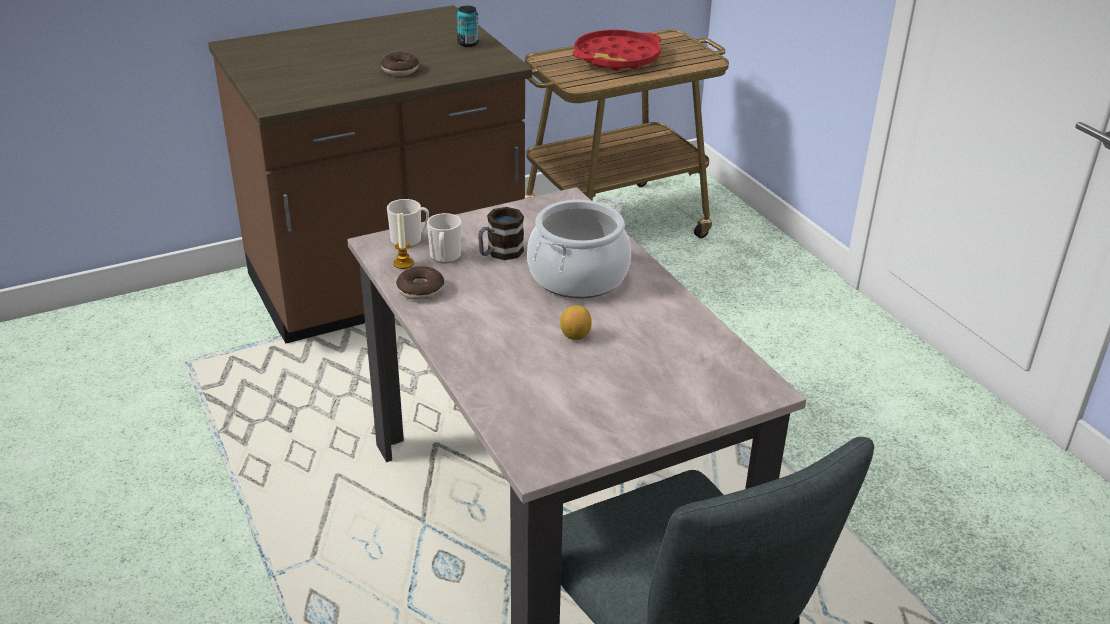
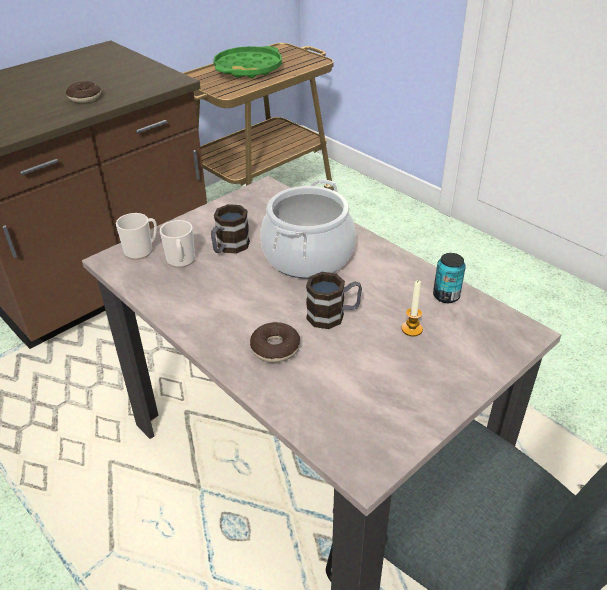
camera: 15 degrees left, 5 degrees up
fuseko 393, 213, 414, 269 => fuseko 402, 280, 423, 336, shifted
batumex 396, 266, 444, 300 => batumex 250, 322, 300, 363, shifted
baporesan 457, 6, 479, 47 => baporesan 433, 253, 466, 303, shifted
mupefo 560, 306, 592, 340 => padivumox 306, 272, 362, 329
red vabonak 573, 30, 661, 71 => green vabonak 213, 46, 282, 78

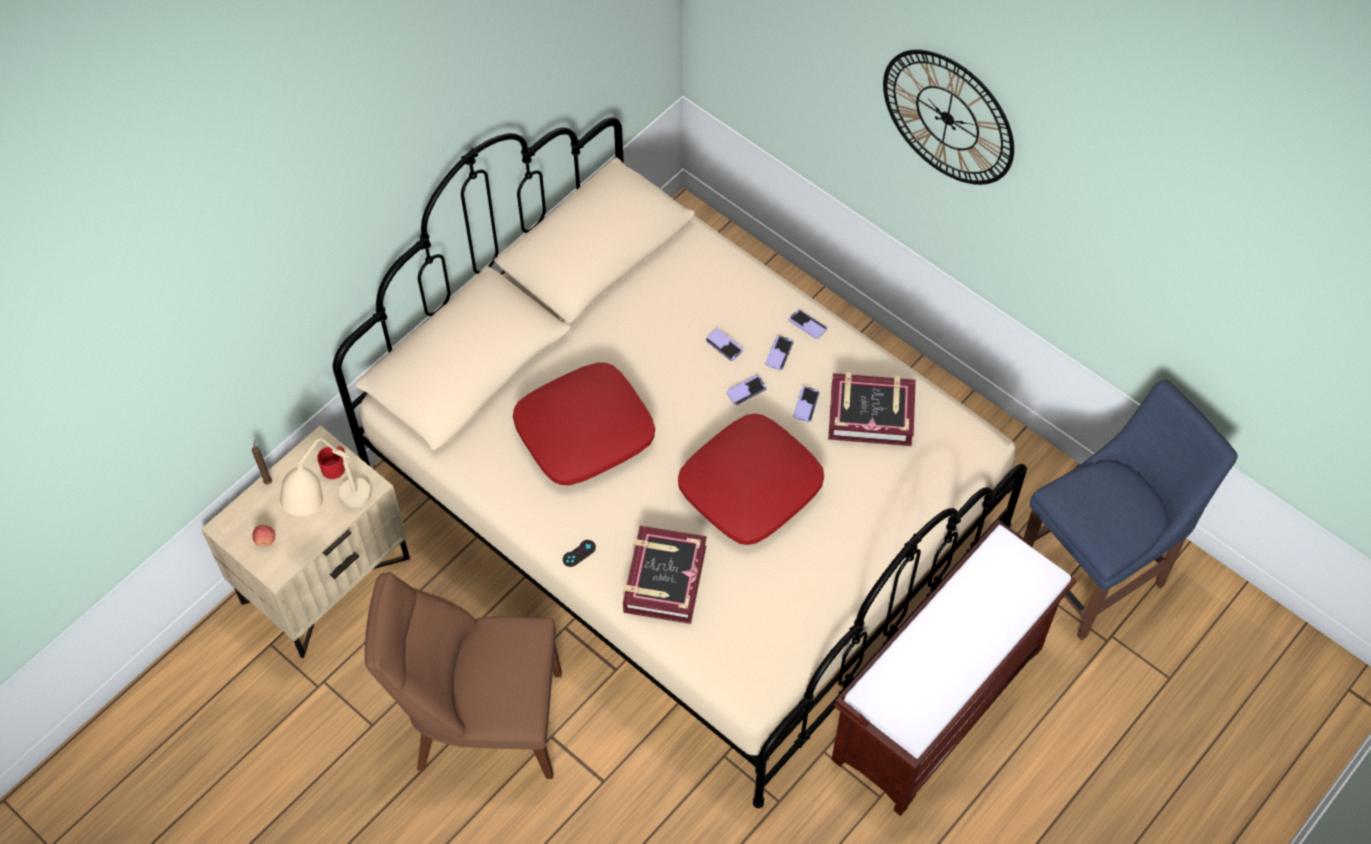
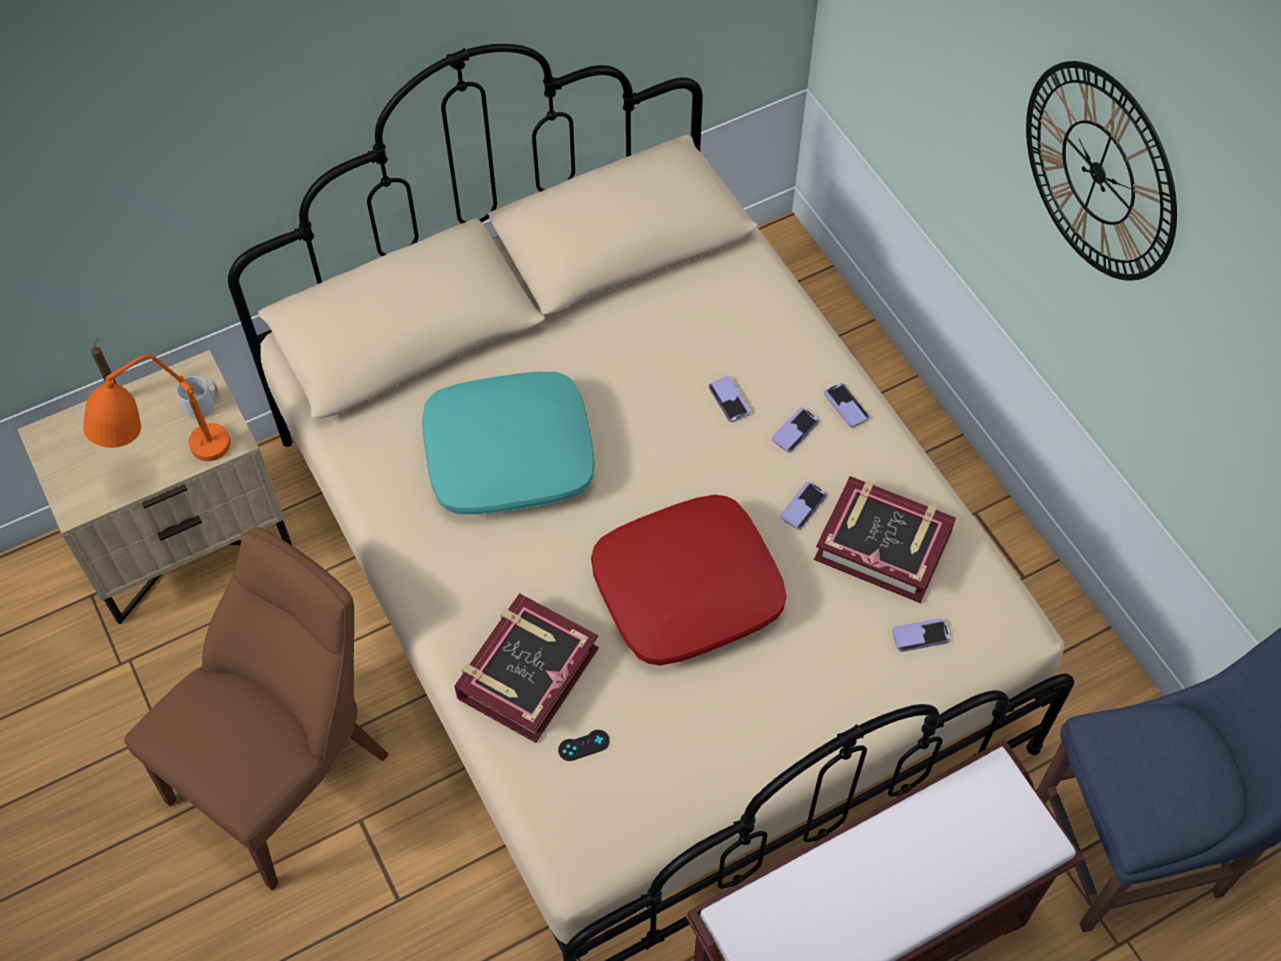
camera: 20 degrees right, 0 degrees up
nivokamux 252, 525, 275, 547 => nothing
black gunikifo 563, 540, 596, 567 => black gunikifo 558, 730, 610, 761, shifted
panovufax 727, 375, 767, 405 => panovufax 892, 618, 950, 652, shifted
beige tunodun 280, 437, 371, 516 => orange tunodun 83, 354, 231, 461
red padivumox 317, 446, 345, 479 => grey padivumox 177, 376, 218, 419
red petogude 513, 363, 655, 485 => turquoise petogude 422, 372, 595, 514
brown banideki 365, 572, 562, 779 => brown banideki 124, 527, 389, 890, 105 degrees clockwise

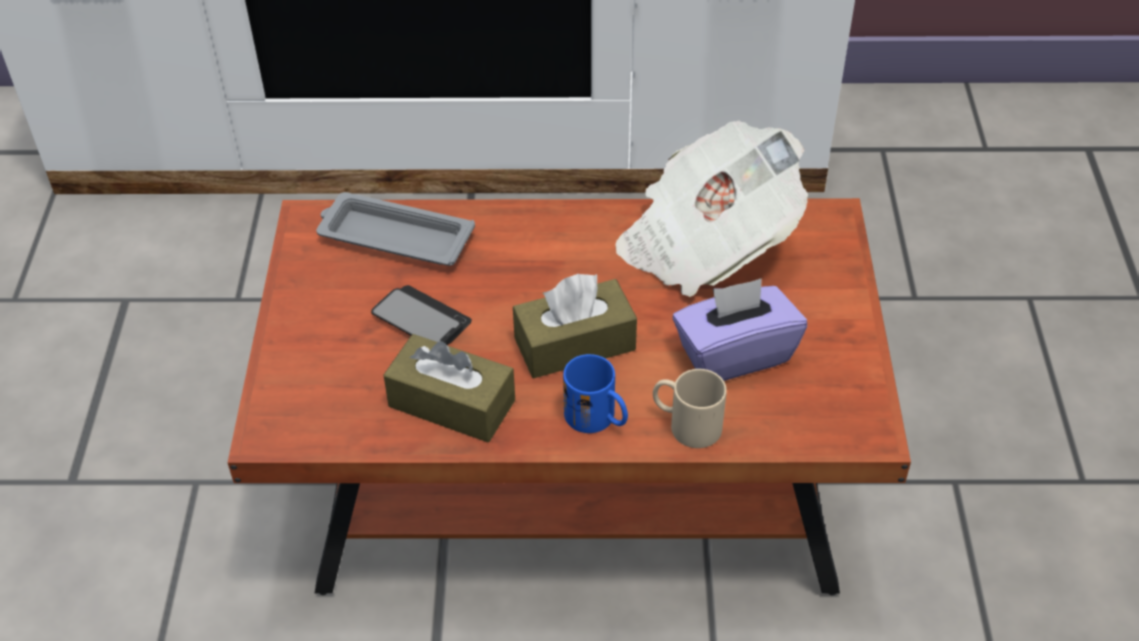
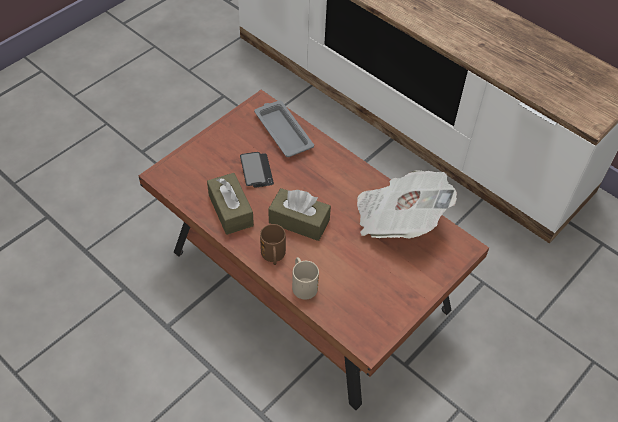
camera: 40 degrees right, 5 degrees up
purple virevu 672, 278, 807, 381 => nothing
blue padivumox 563, 354, 628, 433 => brown padivumox 260, 224, 286, 265

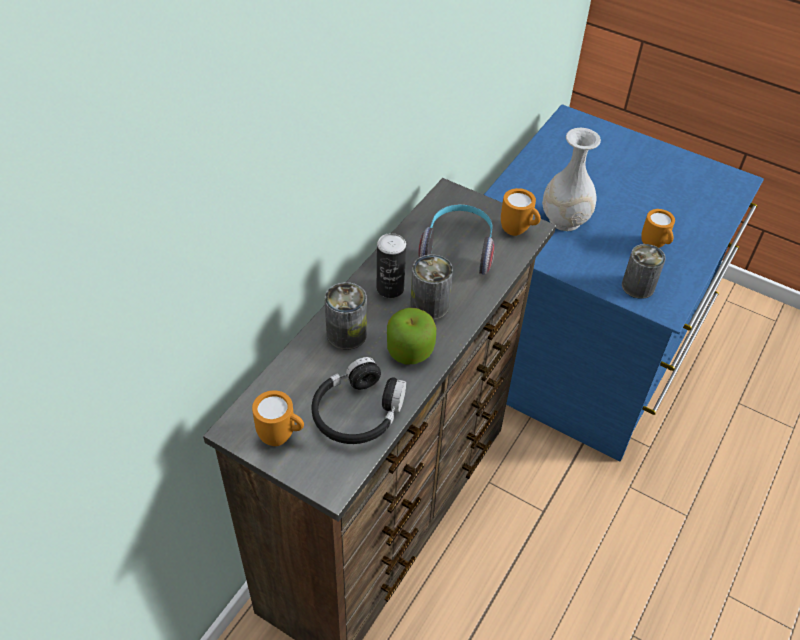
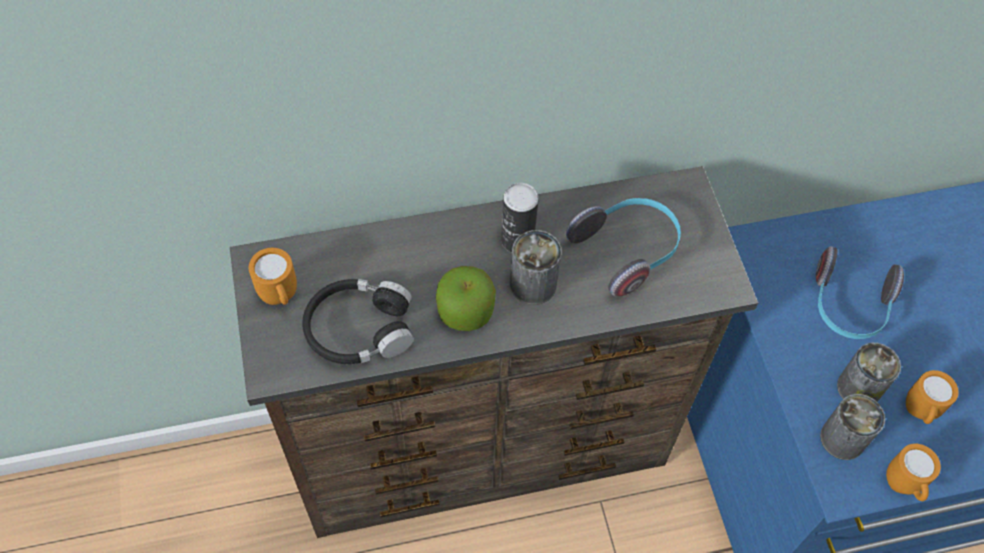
camera: 45 degrees right, 10 degrees up
baporesan 325, 282, 367, 350 => baporesan 837, 343, 901, 402, shifted
orange padivumox 501, 188, 541, 236 => orange padivumox 886, 444, 941, 501, shifted
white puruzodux 542, 128, 601, 231 => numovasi 816, 246, 904, 339

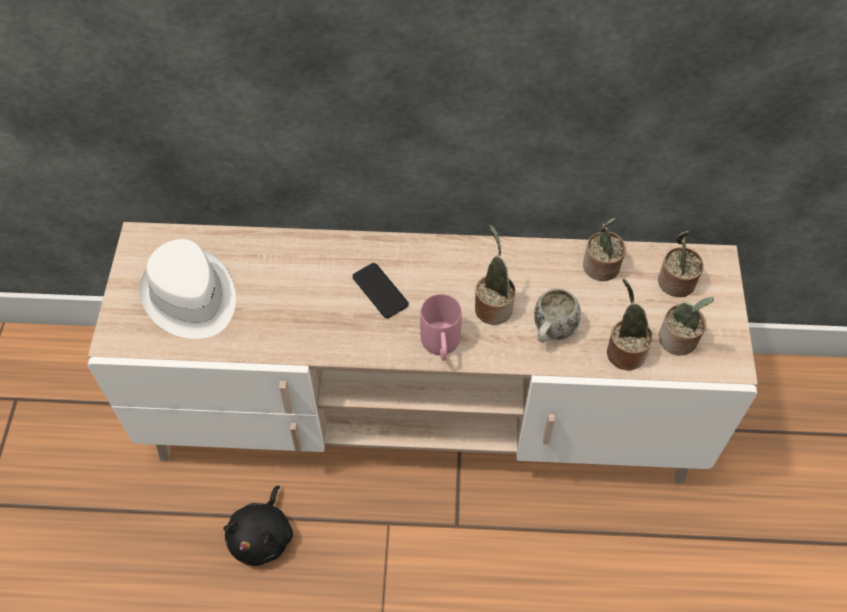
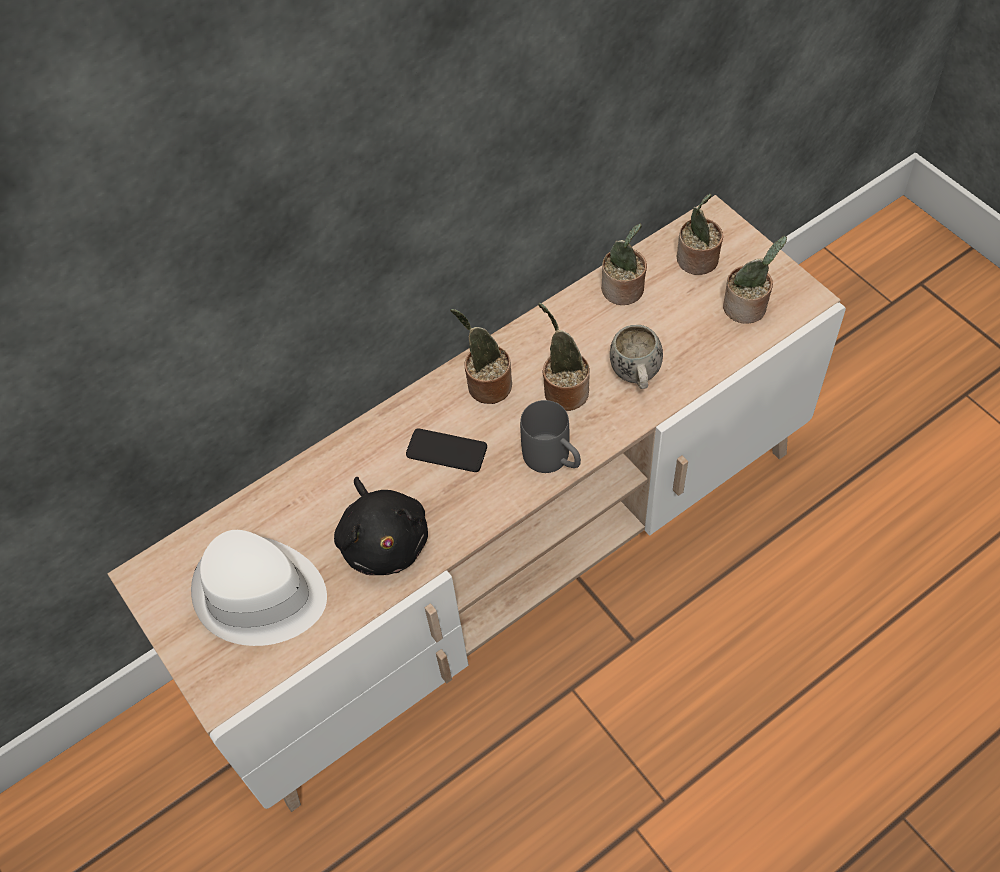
camera: 35 degrees left, 0 degrees up
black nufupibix 223, 486, 293, 566 => black nufupibix 334, 477, 428, 575, shifted
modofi 607, 278, 653, 370 => modofi 450, 309, 512, 404, shifted
pink padivumox 420, 294, 462, 361 => grey padivumox 520, 400, 581, 473

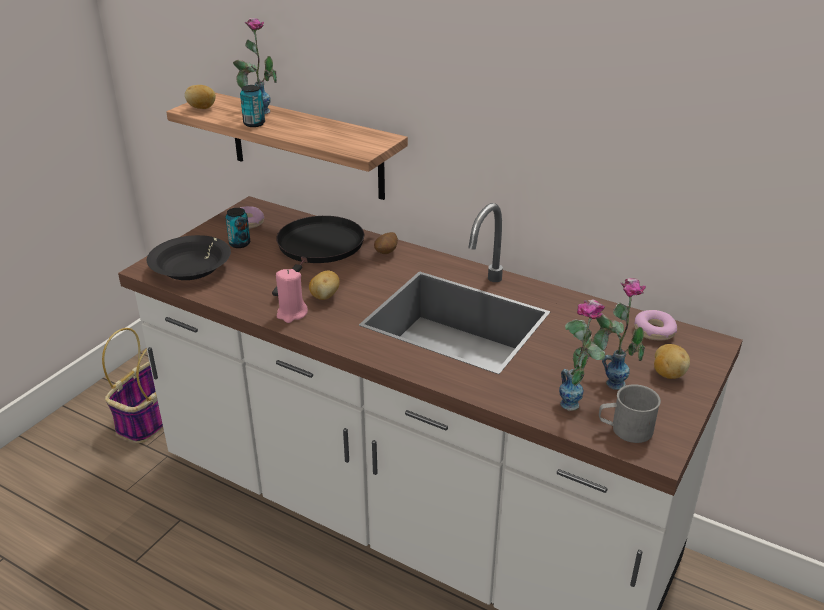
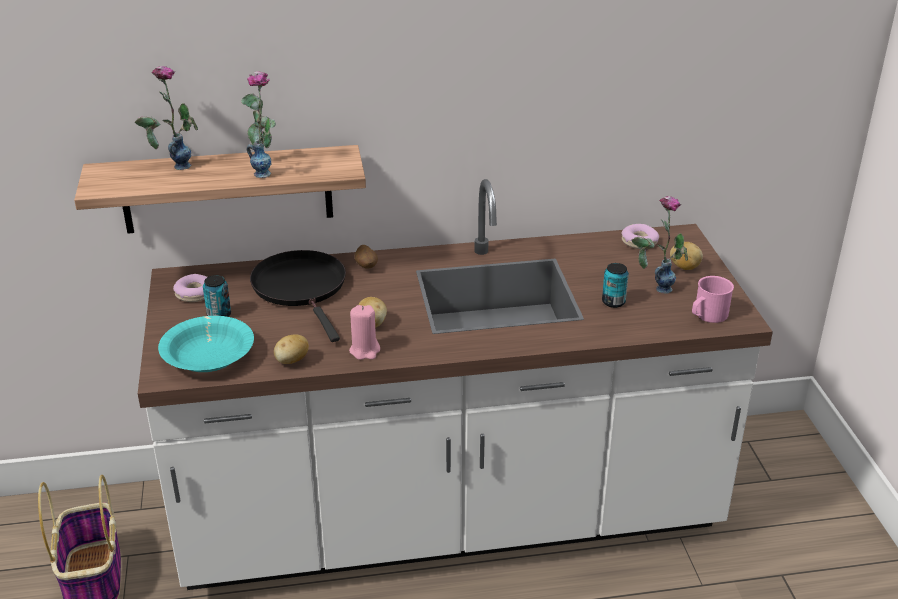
camera: 40 degrees left, 0 degrees up
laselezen 185, 85, 216, 109 => laselezen 274, 334, 309, 364, shifted
baporesan 240, 85, 265, 127 => baporesan 602, 263, 629, 308, shifted
puruzodux 559, 299, 605, 411 => puruzodux 241, 71, 276, 178, shifted
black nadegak 147, 235, 231, 280 => turquoise nadegak 158, 316, 254, 372
grey padivumox 599, 384, 661, 443 => pink padivumox 692, 276, 734, 323

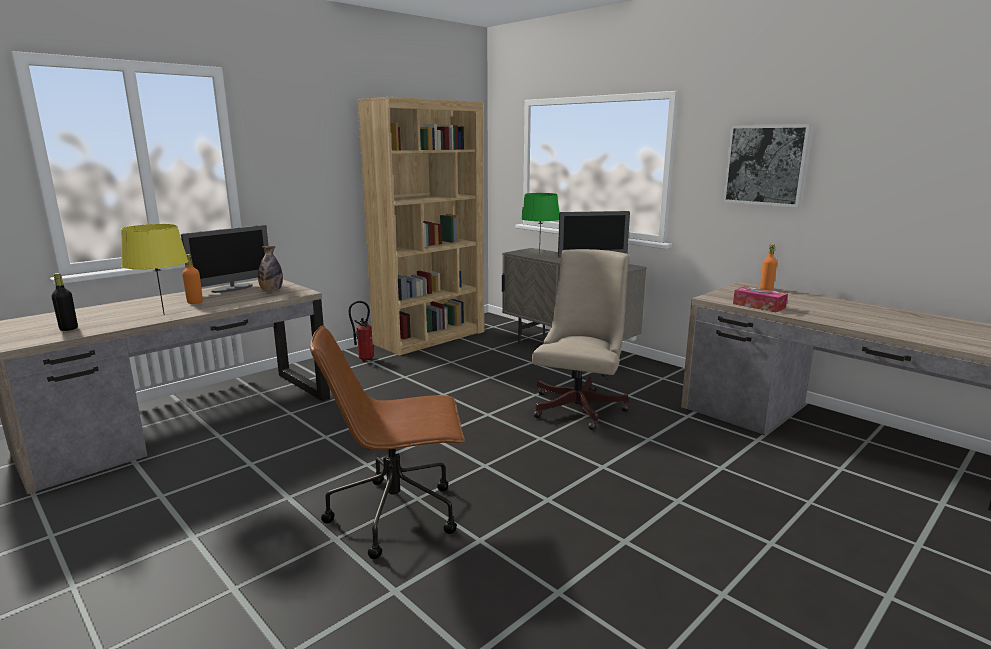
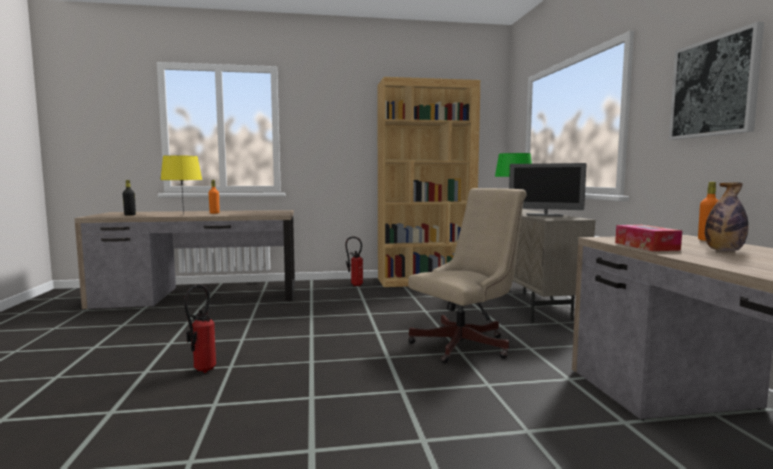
camera: 35 degrees right, 10 degrees down
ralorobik 181, 225, 268, 293 => nothing
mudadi 258, 246, 283, 292 => mudadi 705, 182, 749, 251, shifted
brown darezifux 310, 325, 465, 559 => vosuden 184, 284, 216, 373

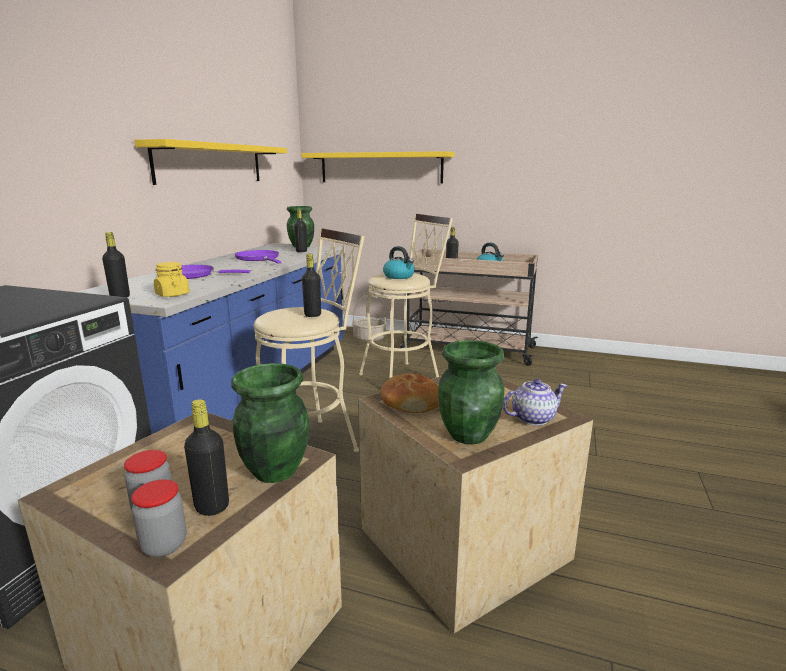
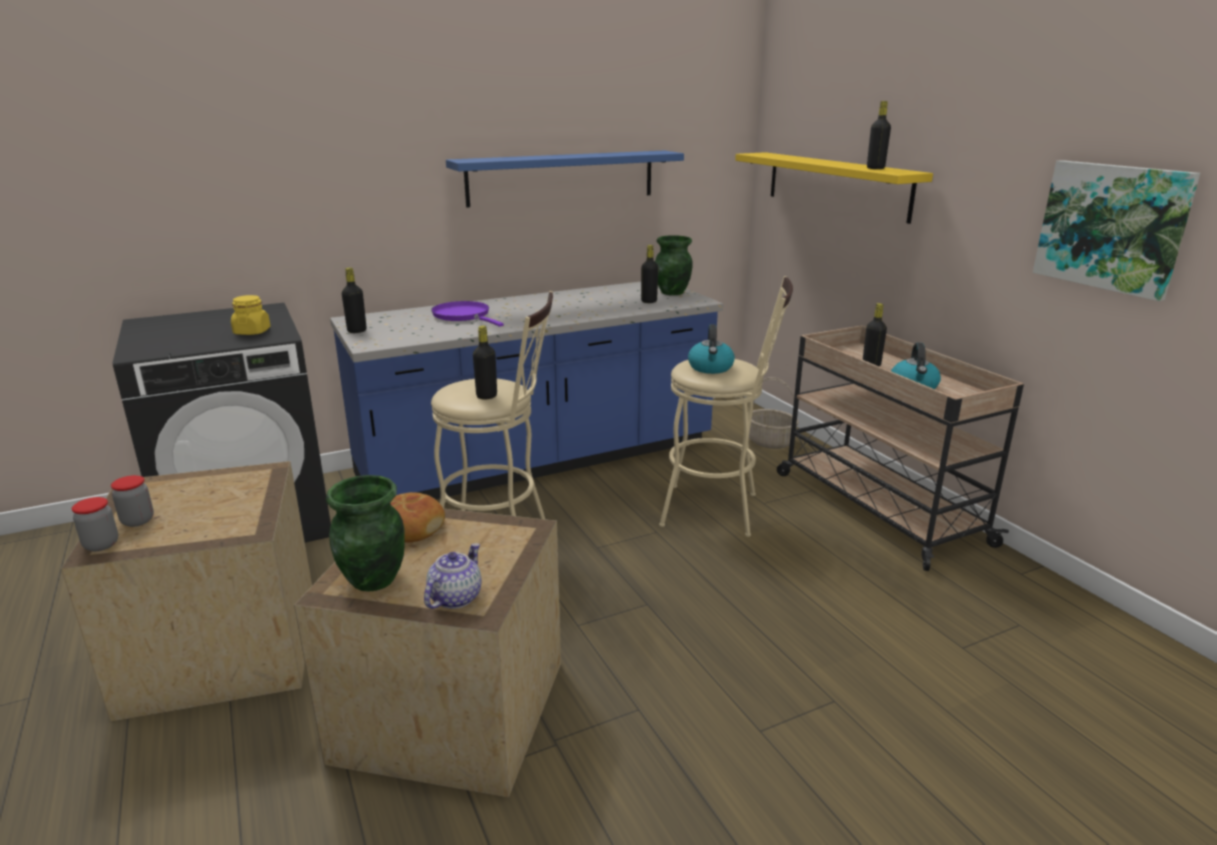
camera: 45 degrees right, 5 degrees up
green puruzodux 231, 363, 309, 483 => nothing
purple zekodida 235, 250, 281, 263 => nothing
nothing => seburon 1033, 160, 1200, 301
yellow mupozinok 154, 262, 189, 297 => yellow mupozinok 231, 295, 271, 335, shifted
black mudadi 184, 399, 229, 516 => black mudadi 867, 101, 891, 169, shifted
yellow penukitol 134, 139, 287, 185 => blue penukitol 446, 150, 684, 207
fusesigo 503, 379, 567, 426 => fusesigo 424, 543, 482, 609, 90 degrees counterclockwise

